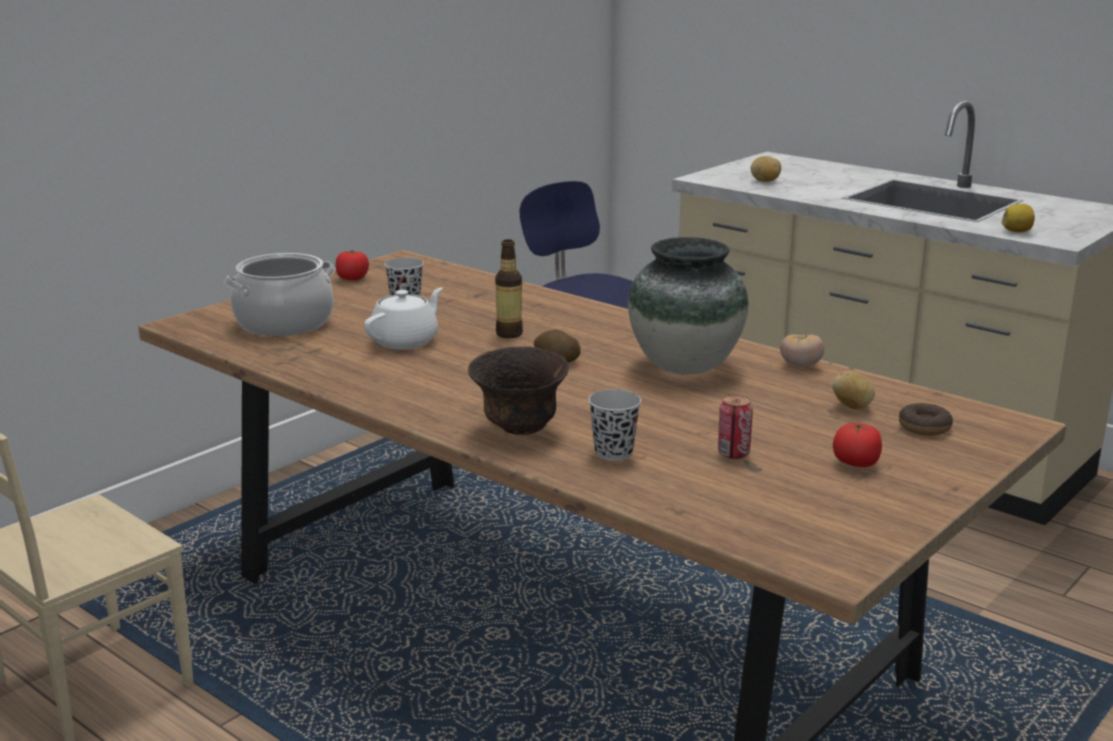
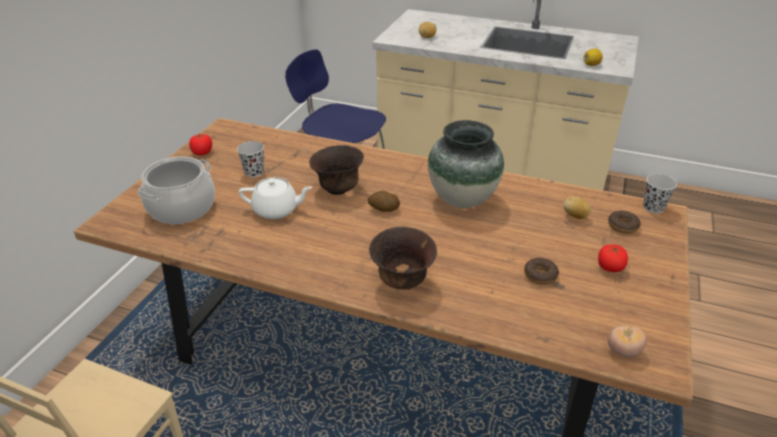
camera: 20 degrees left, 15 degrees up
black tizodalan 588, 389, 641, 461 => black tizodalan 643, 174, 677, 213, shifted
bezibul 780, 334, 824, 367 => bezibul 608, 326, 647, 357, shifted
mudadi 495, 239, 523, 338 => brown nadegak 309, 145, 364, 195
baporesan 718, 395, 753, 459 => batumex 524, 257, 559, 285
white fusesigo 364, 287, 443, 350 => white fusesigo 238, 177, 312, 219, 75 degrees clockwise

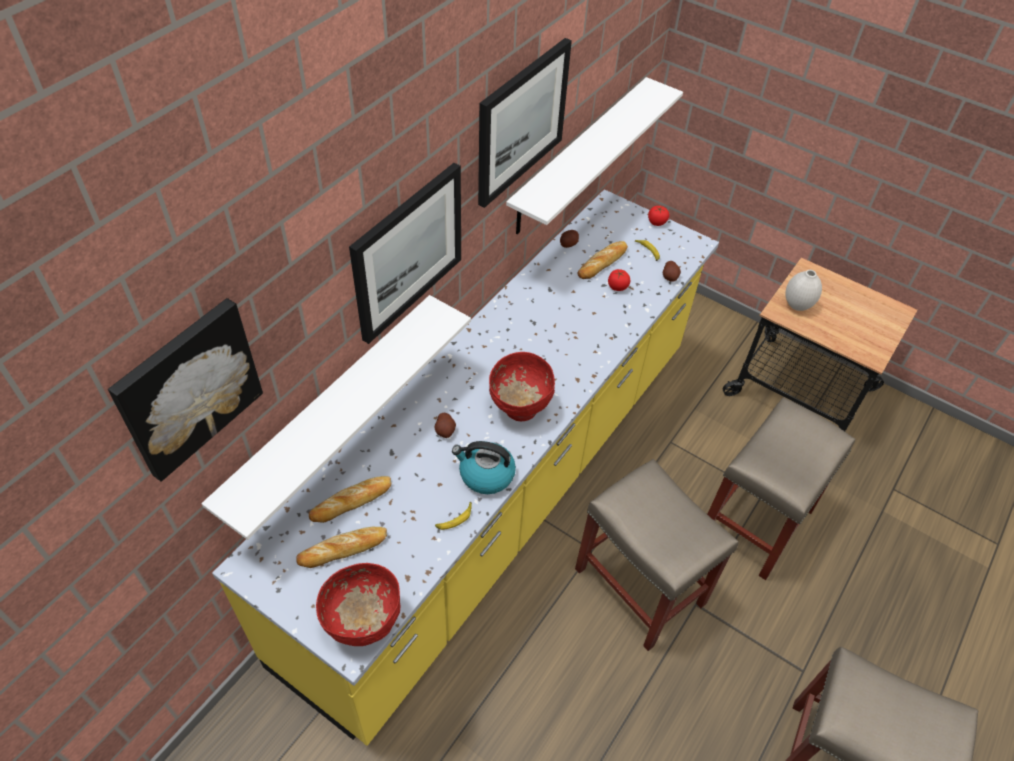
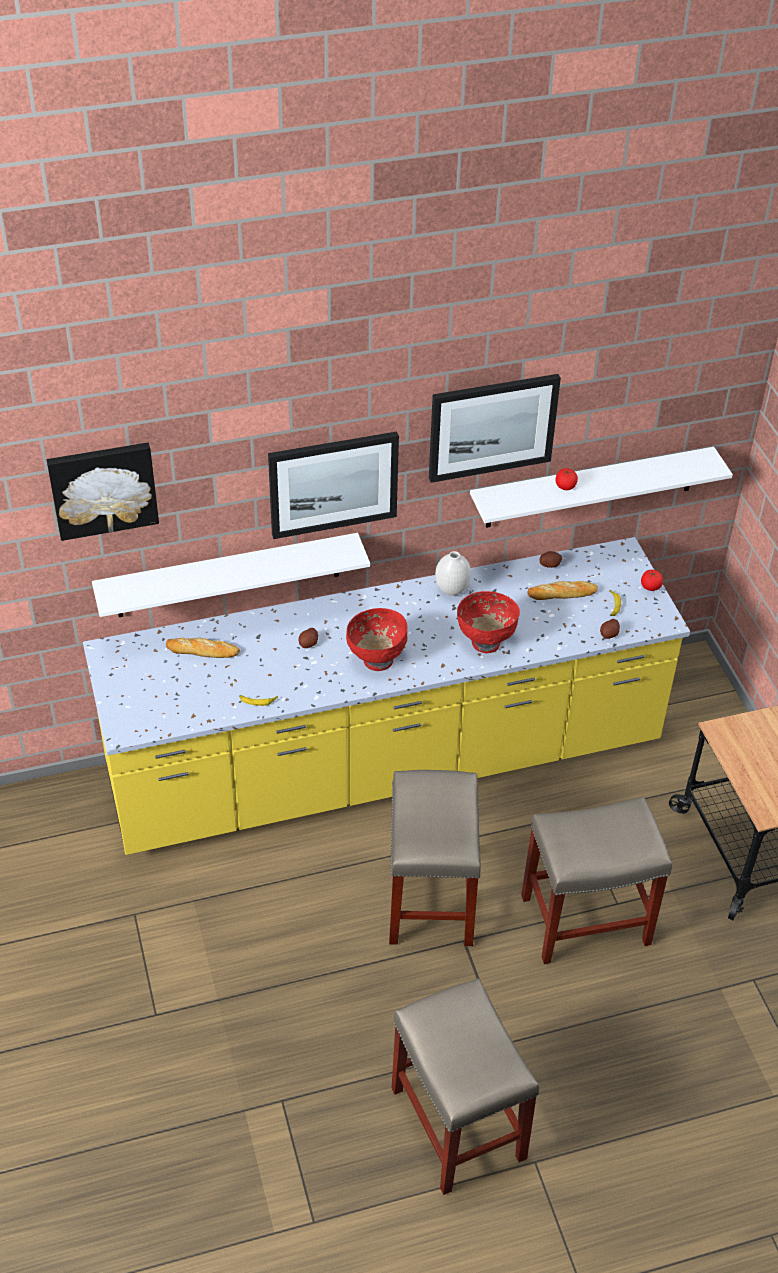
camera: 40 degrees right, 5 degrees down
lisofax 296, 527, 387, 568 => nothing
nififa 452, 441, 516, 494 => nothing
red nadegak 316, 563, 400, 646 => red nadegak 457, 591, 520, 653, shifted
bezibul 608, 269, 630, 291 => bezibul 555, 468, 578, 490, shifted
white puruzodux 785, 270, 822, 311 => white puruzodux 435, 551, 471, 596, shifted

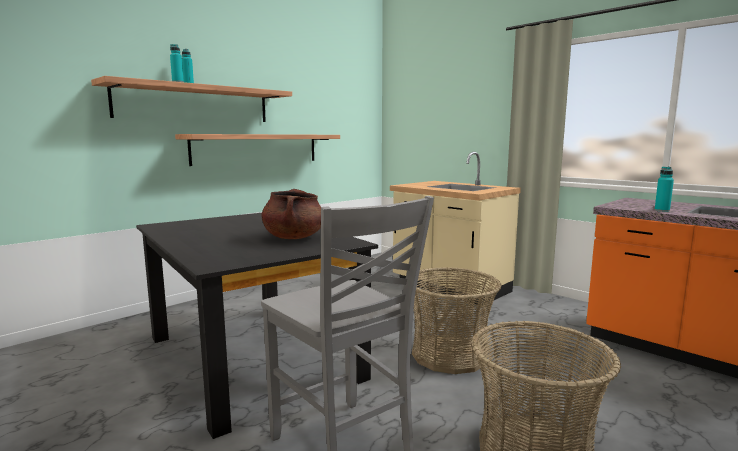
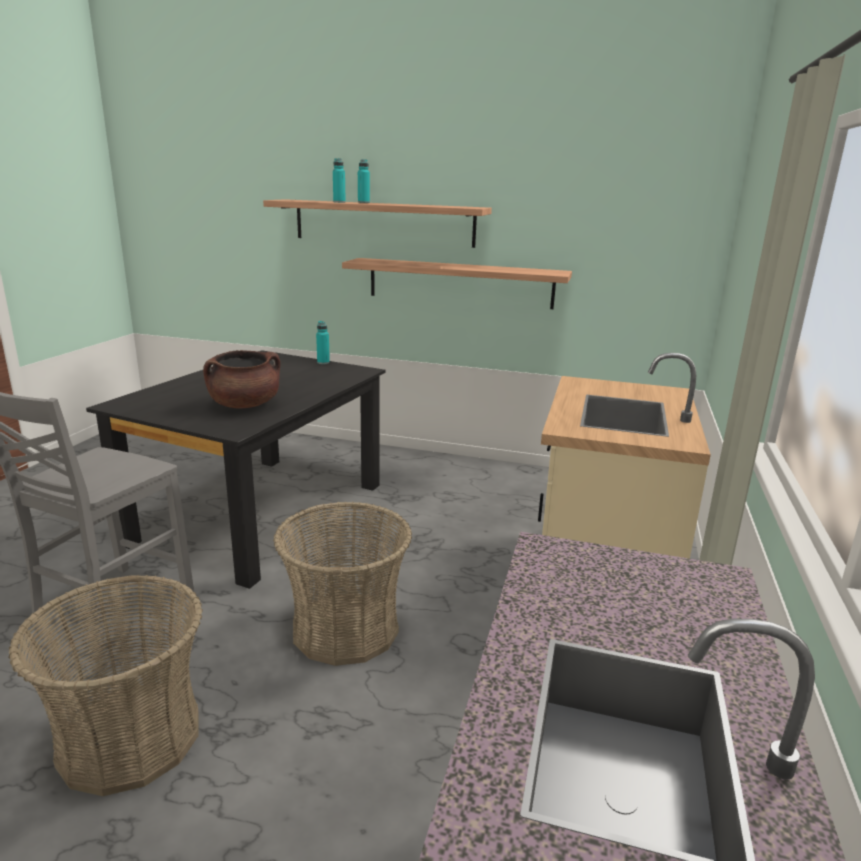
camera: 60 degrees right, 10 degrees up
turquoise mudadi 655, 167, 674, 212 => turquoise mudadi 316, 321, 330, 364, shifted

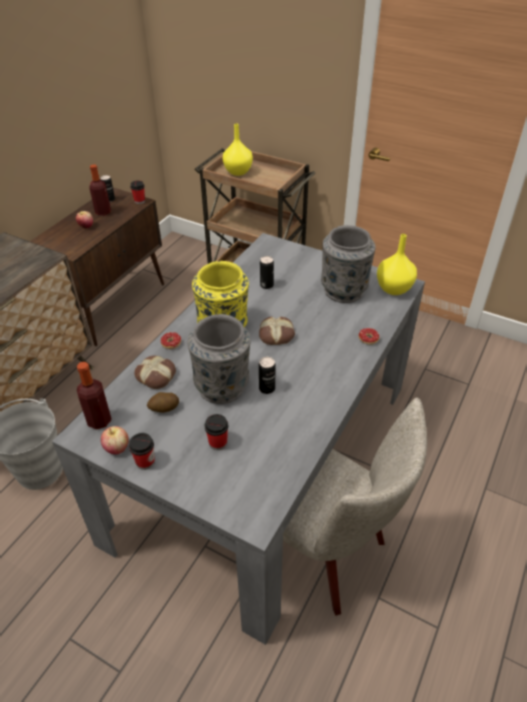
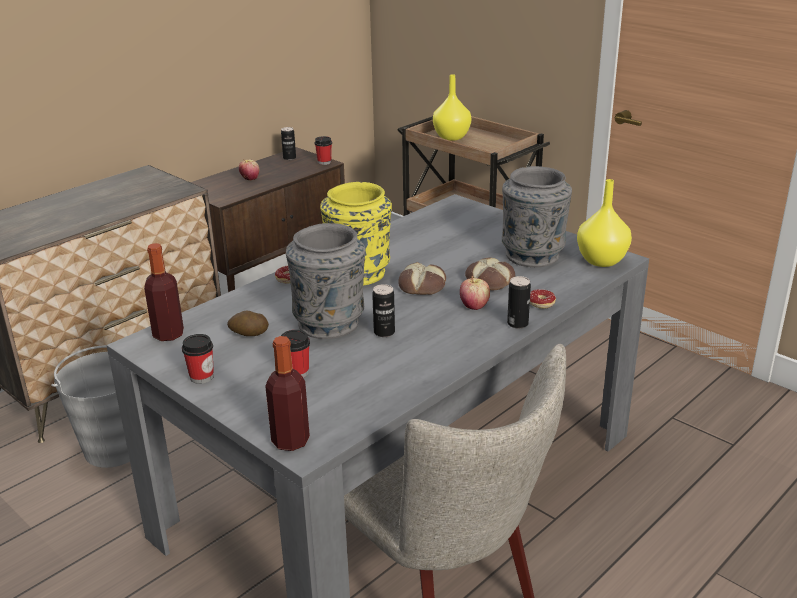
camera: 15 degrees right, 15 degrees down
mudadi 89, 165, 111, 216 => mudadi 265, 336, 310, 451, shifted
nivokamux 101, 426, 129, 454 => nivokamux 460, 276, 490, 310, shifted
lisofax 134, 356, 176, 389 => lisofax 465, 257, 515, 290, shifted
baporesan 260, 256, 274, 289 => baporesan 507, 276, 531, 329, shifted

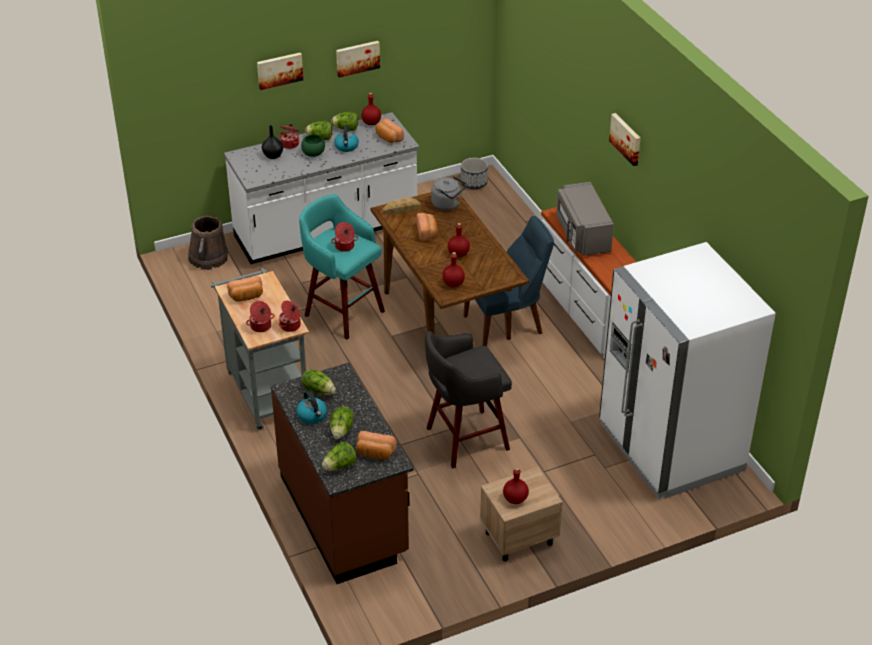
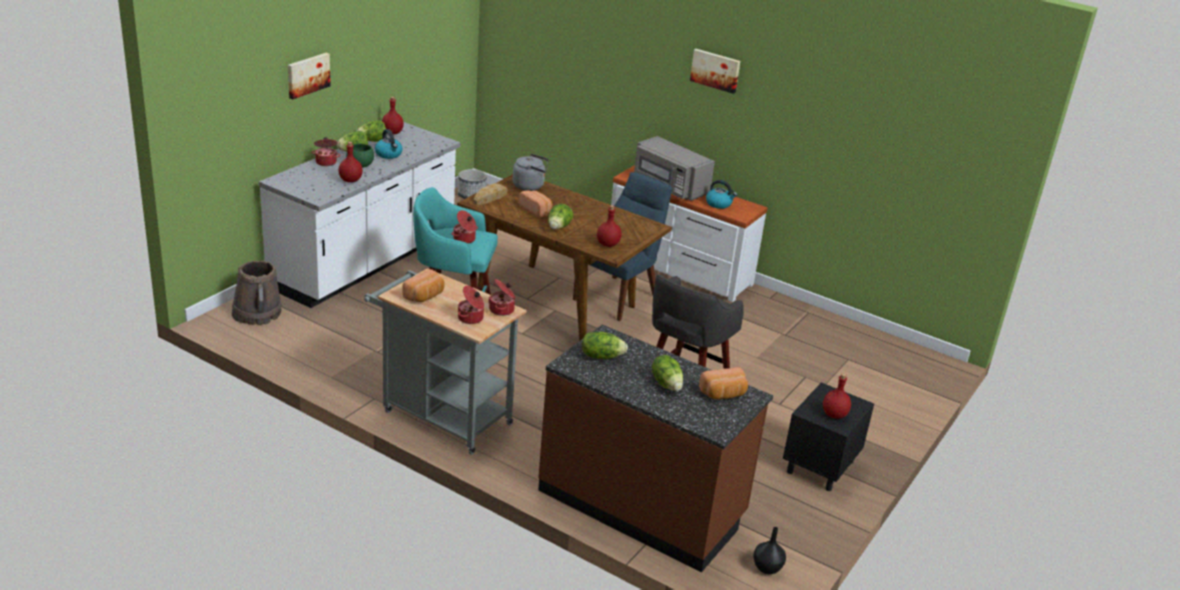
camera: 35 degrees left, 10 degrees down
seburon 336, 41, 380, 78 => nothing
lisofax 375, 118, 404, 143 => nothing
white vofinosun 599, 242, 776, 499 => nothing
black puruzodux 262, 125, 283, 159 => black puruzodux 753, 527, 786, 574, shifted
nififa 296, 391, 327, 424 => nififa 706, 180, 737, 209, shifted
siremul 322, 442, 357, 471 => siremul 548, 204, 573, 229, shifted
red mudadi 448, 223, 470, 257 => red mudadi 338, 142, 363, 182, shifted
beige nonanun 480, 467, 562, 562 => black nonanun 783, 382, 874, 491

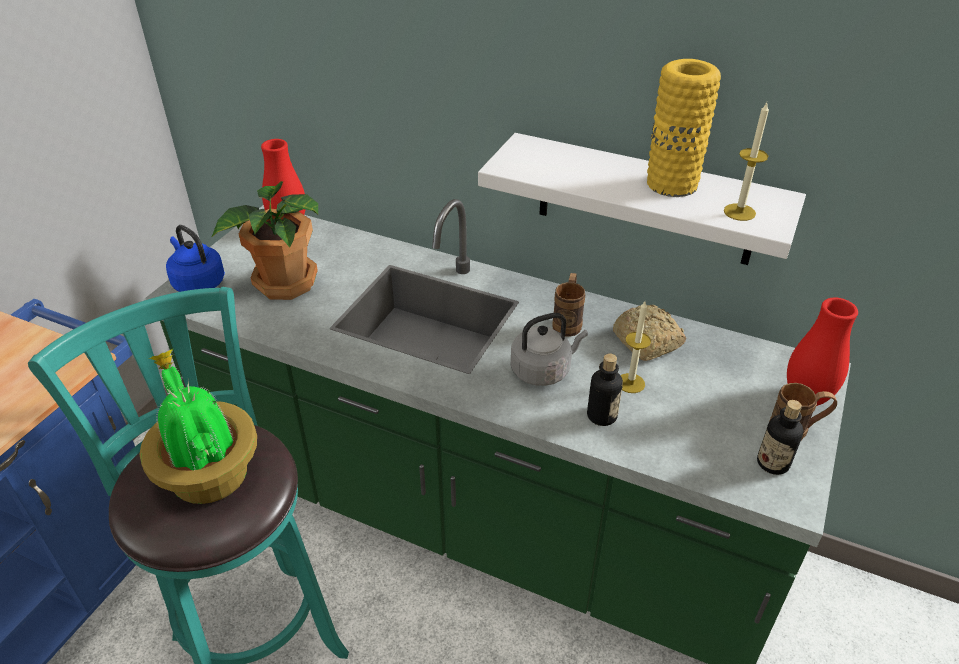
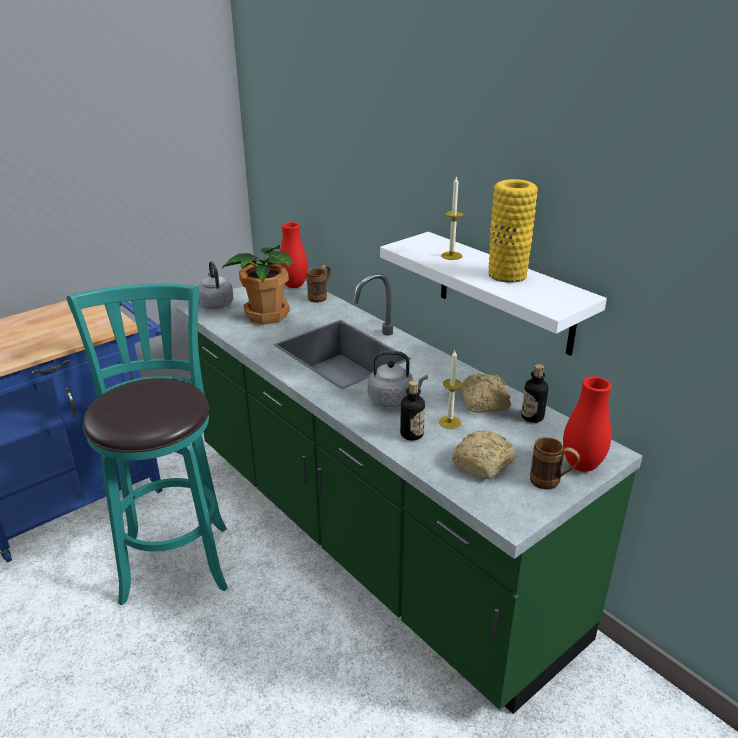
camera: 25 degrees right, 10 degrees down
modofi 139, 349, 257, 504 => nothing
nothing => lisofax 452, 430, 516, 480
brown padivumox 552, 273, 585, 337 => brown padivumox 307, 265, 331, 303, shifted
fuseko 724, 103, 769, 221 => fuseko 441, 176, 464, 260, shifted
mudadi 757, 400, 803, 475 => mudadi 521, 364, 548, 423, shifted
blue nififa 166, 225, 225, 292 => grey nififa 197, 261, 234, 309

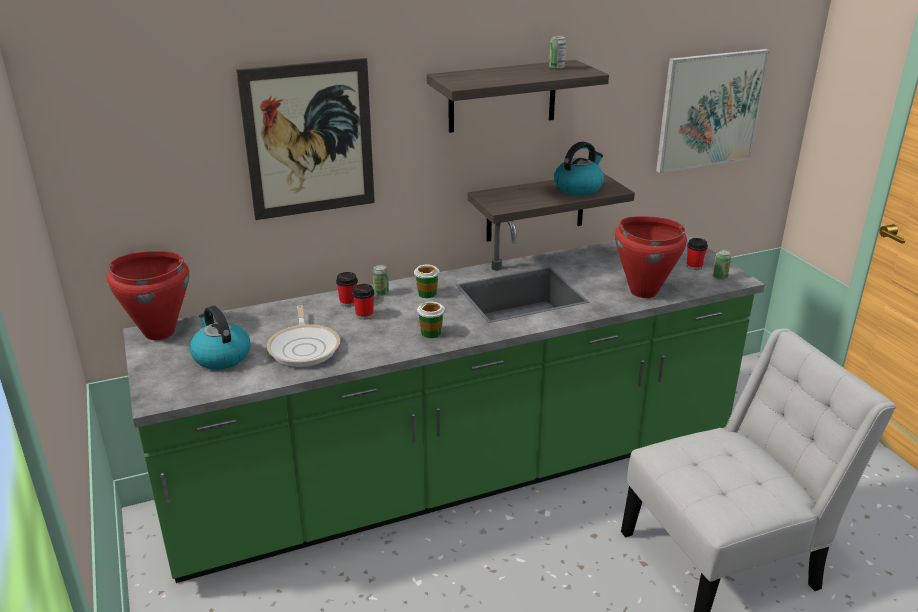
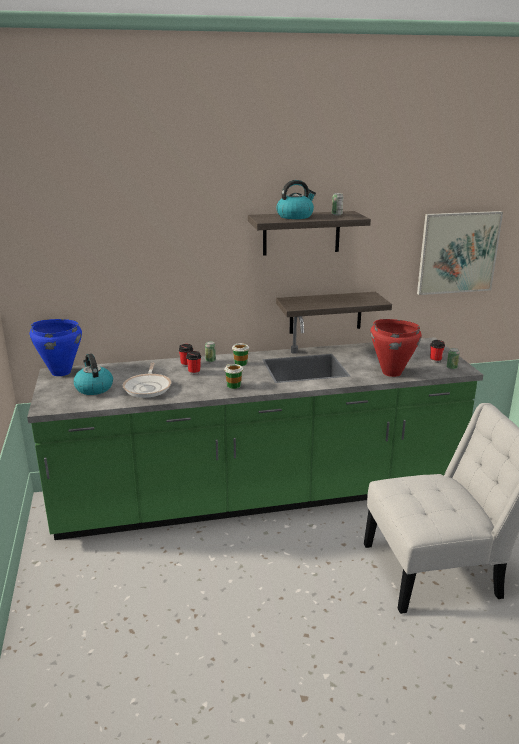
camera: 10 degrees right, 5 degrees down
seburon 236, 58, 375, 220 => nothing
nififa 554, 142, 604, 195 => nififa 276, 180, 316, 219, shifted
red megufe 107, 251, 189, 340 => blue megufe 30, 319, 82, 376

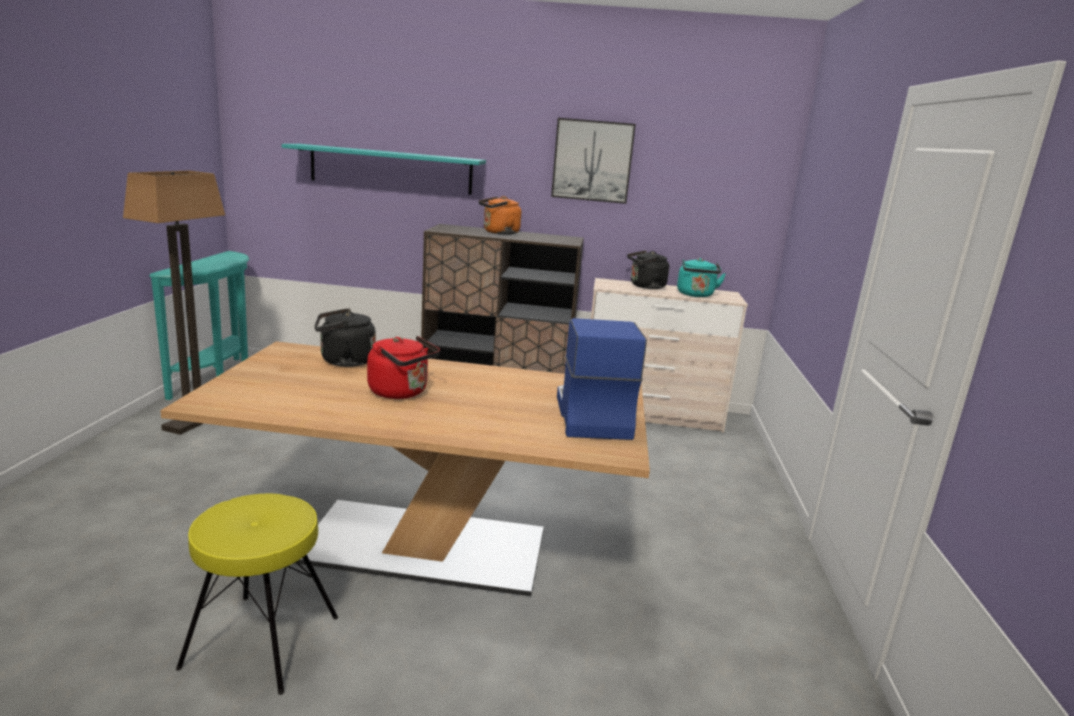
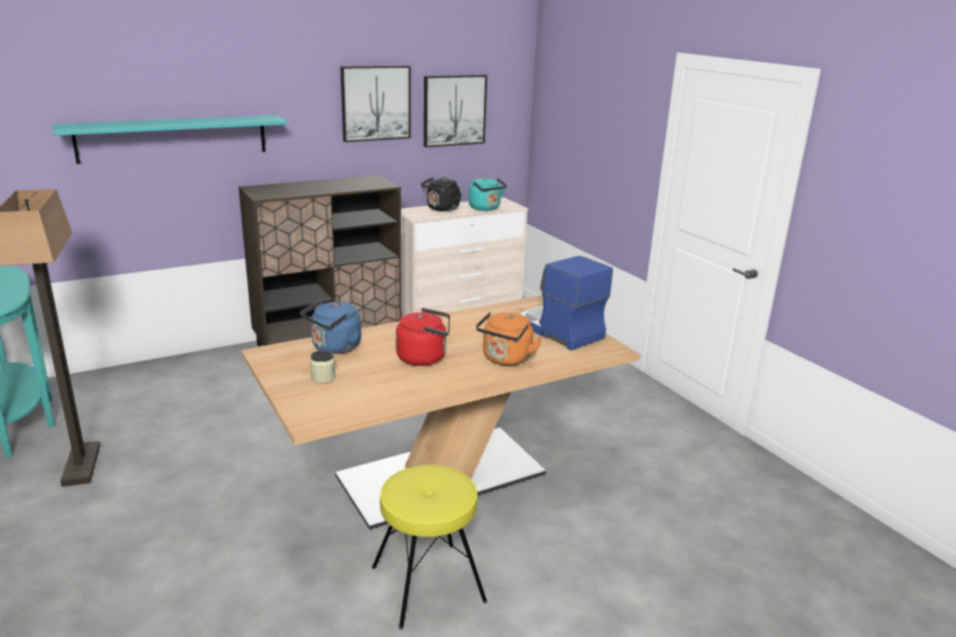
camera: 35 degrees left, 5 degrees up
nothing => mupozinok 310, 350, 336, 383
nothing => seburon 424, 75, 487, 147
orange nififa 479, 196, 521, 235 => orange nififa 476, 312, 542, 366, shifted
black nififa 314, 308, 376, 367 => blue nififa 300, 300, 361, 354

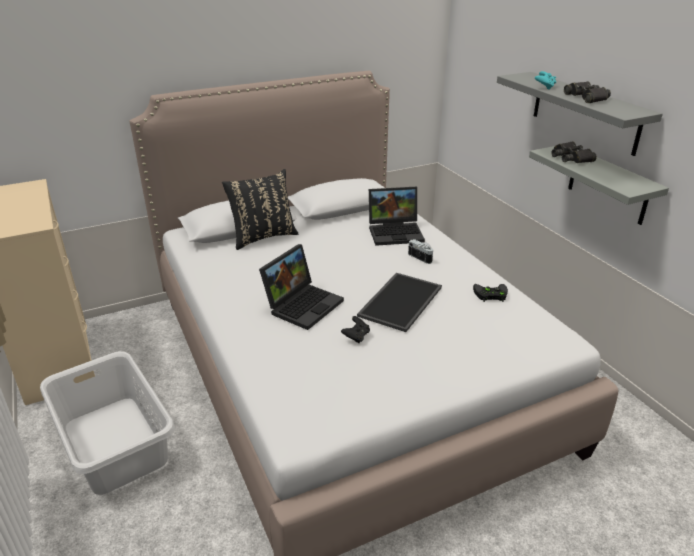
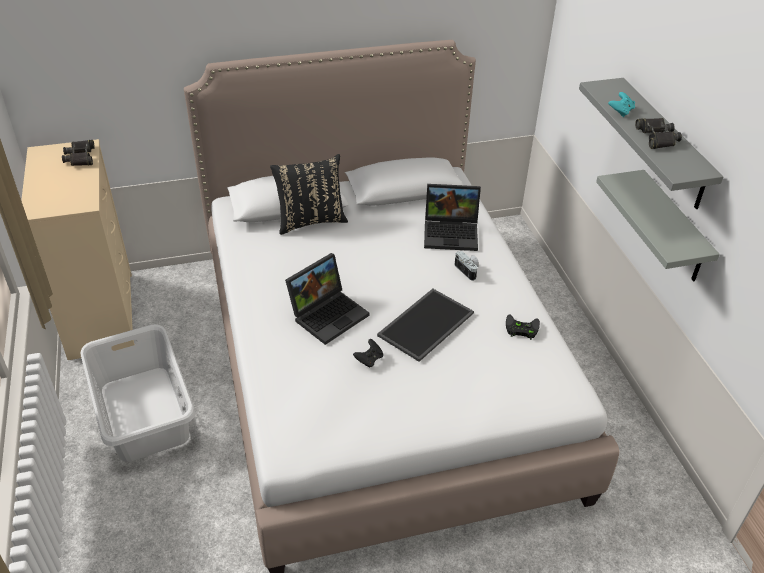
camera: 10 degrees right, 10 degrees up
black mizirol 551, 141, 597, 163 => black mizirol 62, 140, 95, 166, shifted

